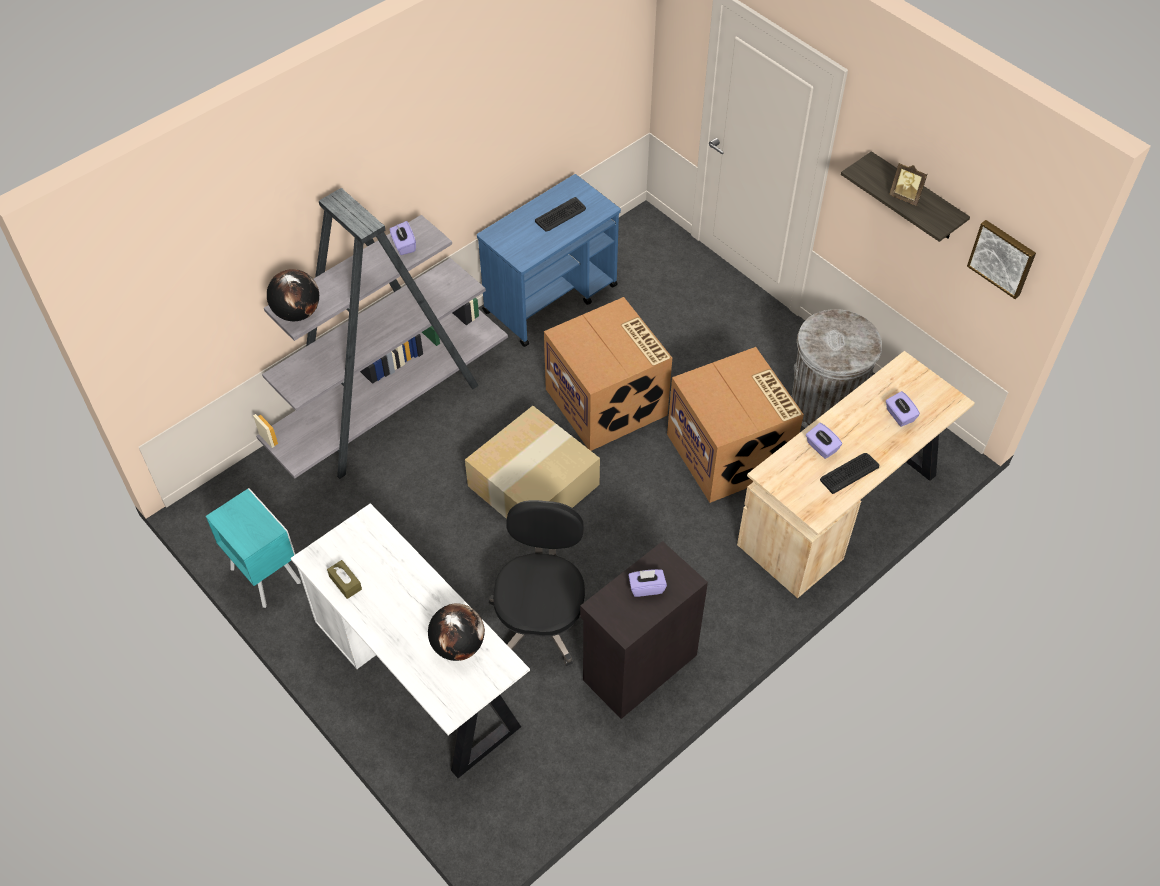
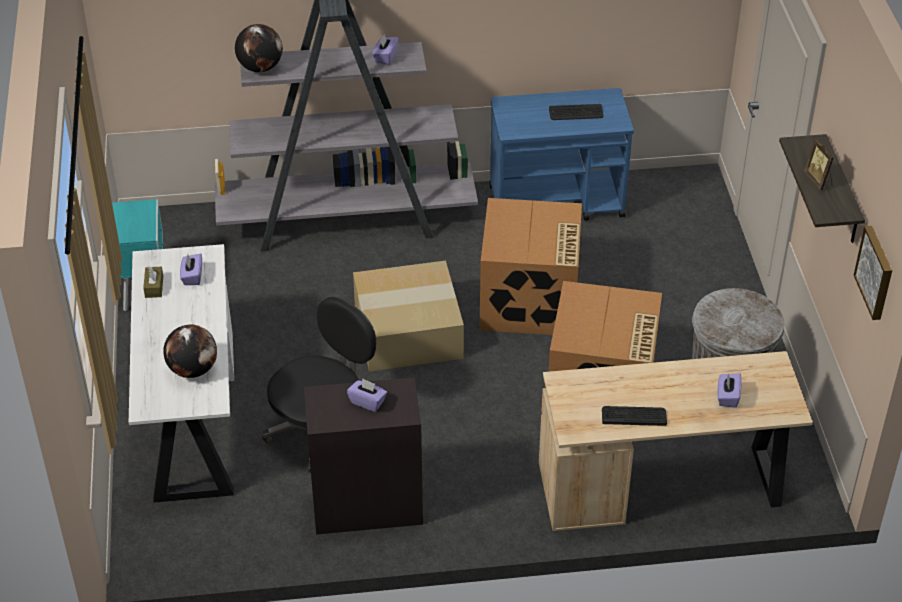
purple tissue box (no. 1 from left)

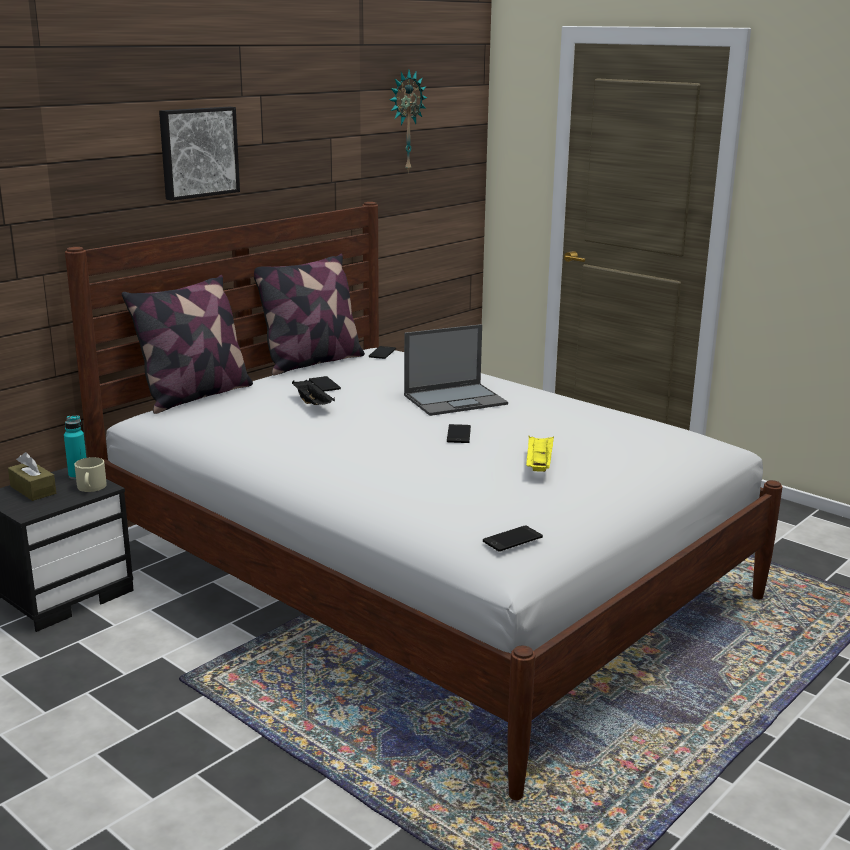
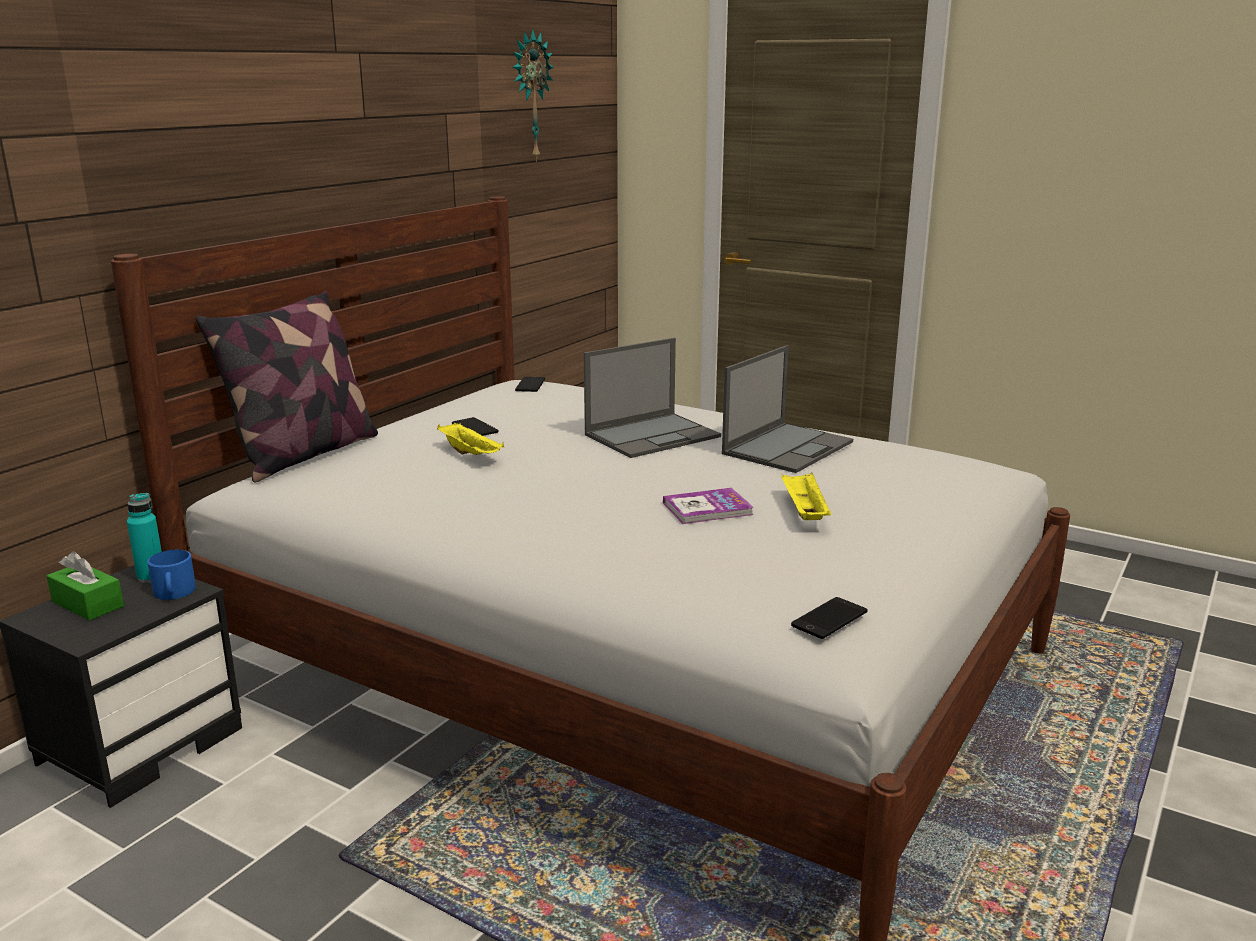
green tissue box
blue mug
yellow tray (no. 1 from left)
book
laptop (no. 2 from left)
picture
pillow (no. 2 from left in the first image)
phone (no. 3 from left in the first image)

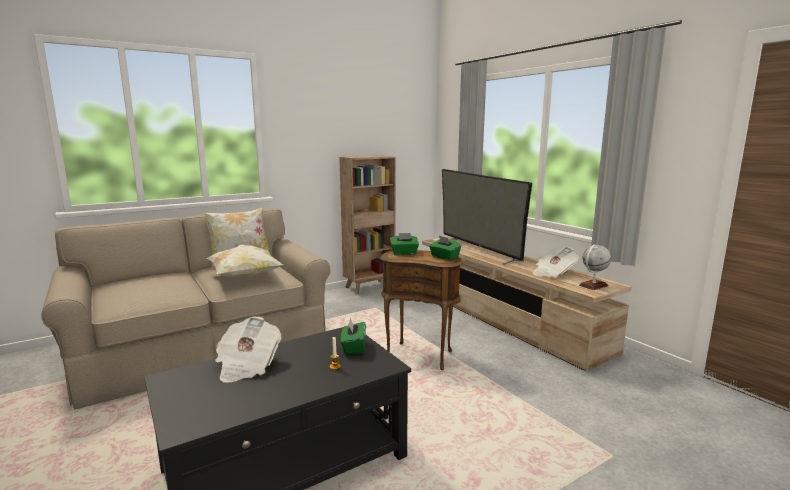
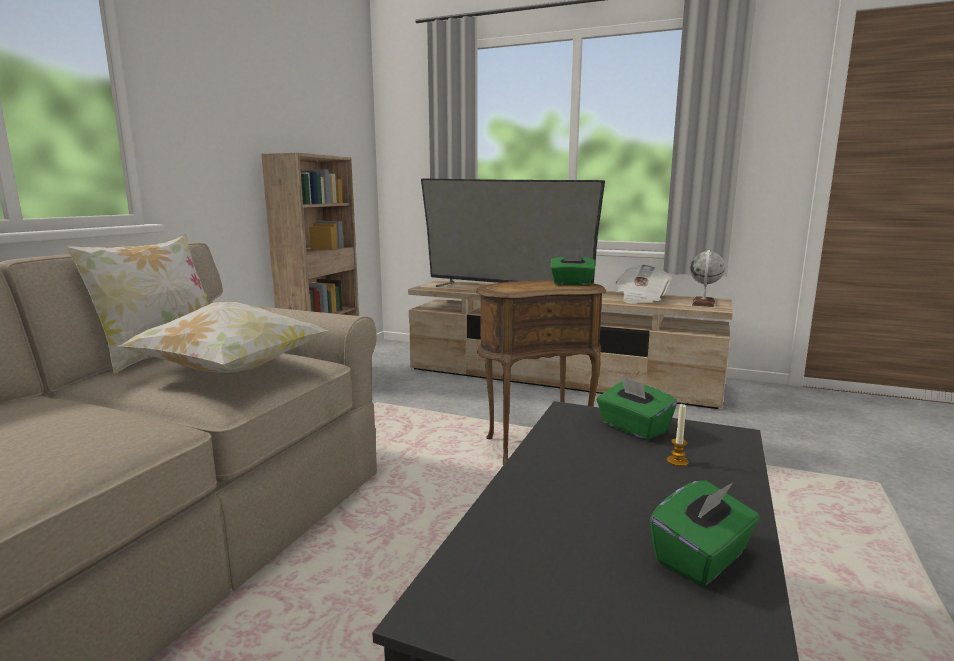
green tissue box (no. 3 from left)
newspaper (no. 1 from left in the first image)

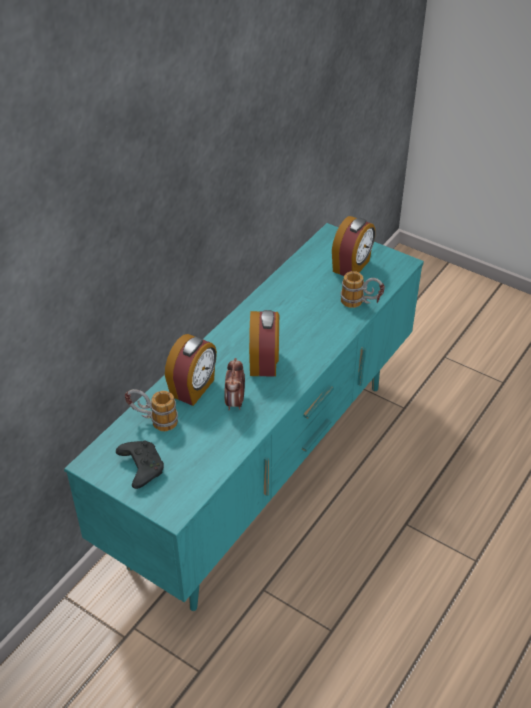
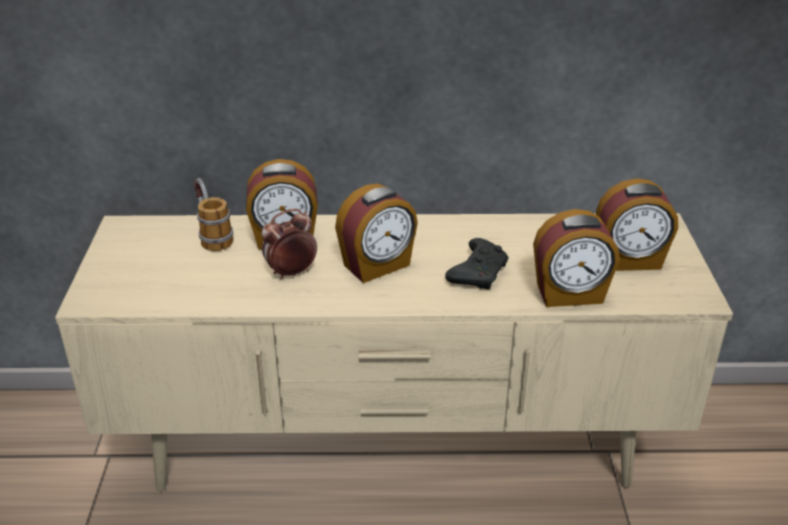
beige tv stand
black game controller
alarm clock (no. 4 from left)

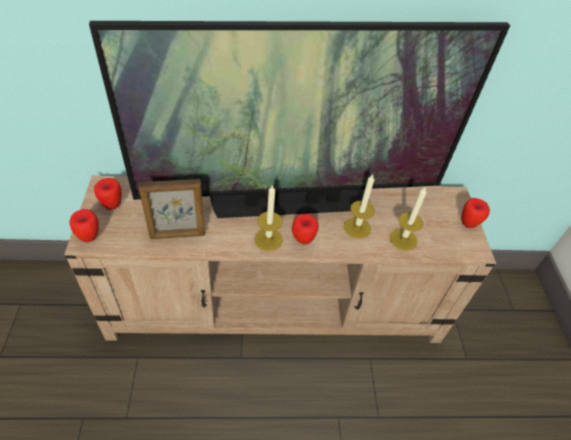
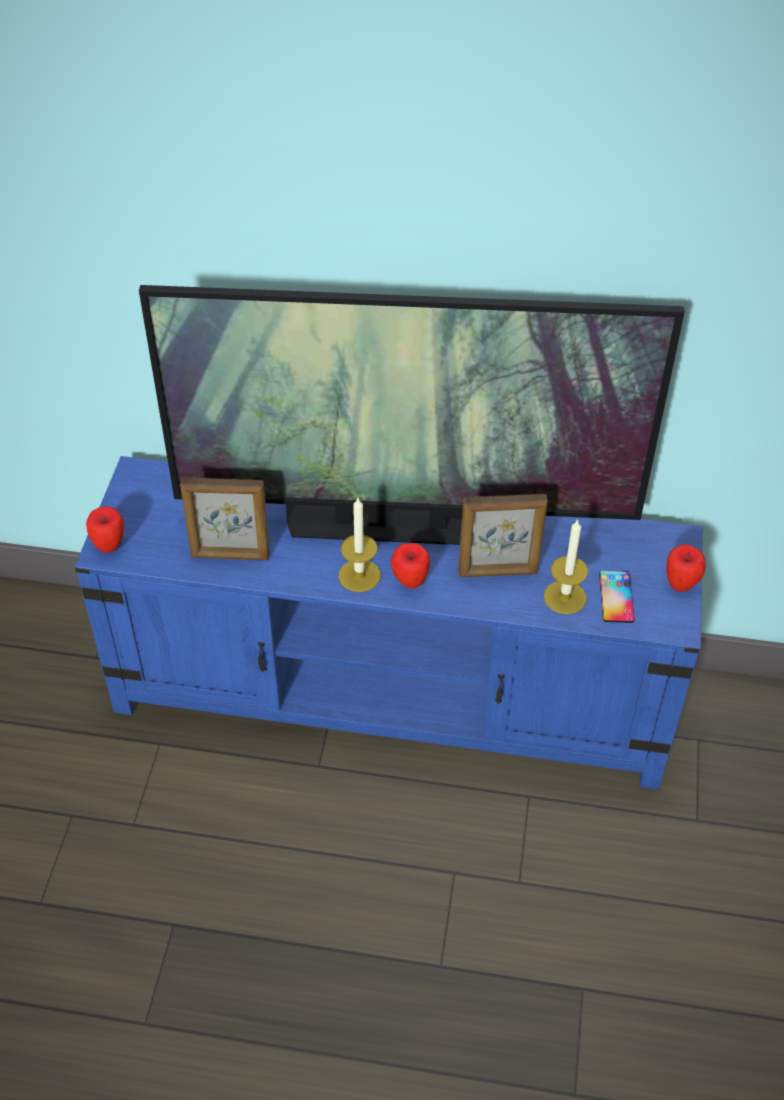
blue tv stand
picture frame (no. 2 from left)
phone
apple (no. 2 from left in the first image)

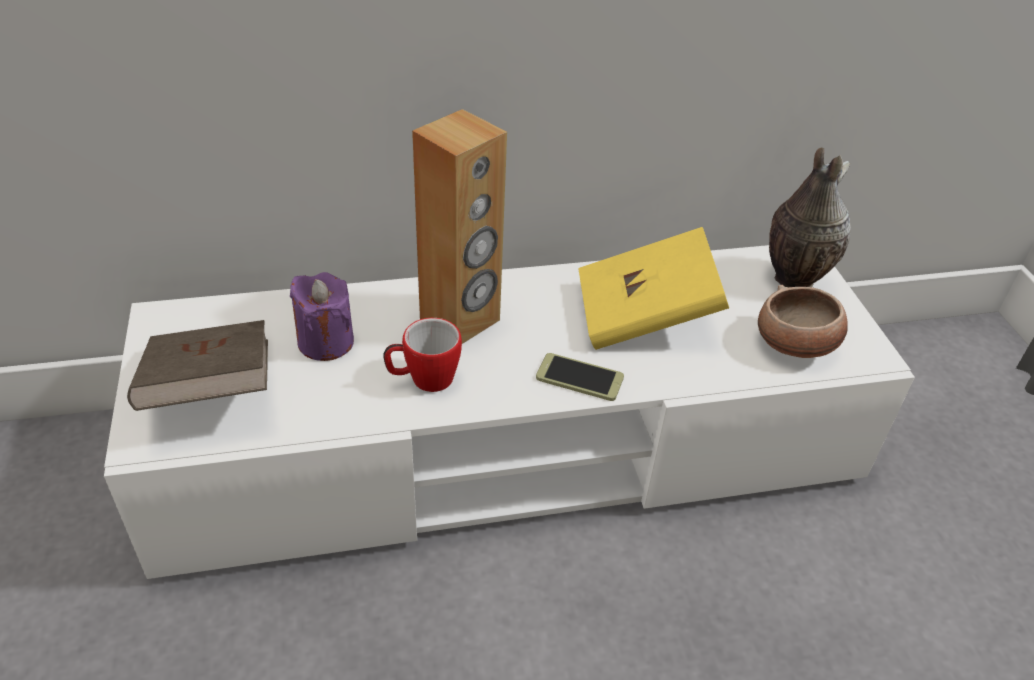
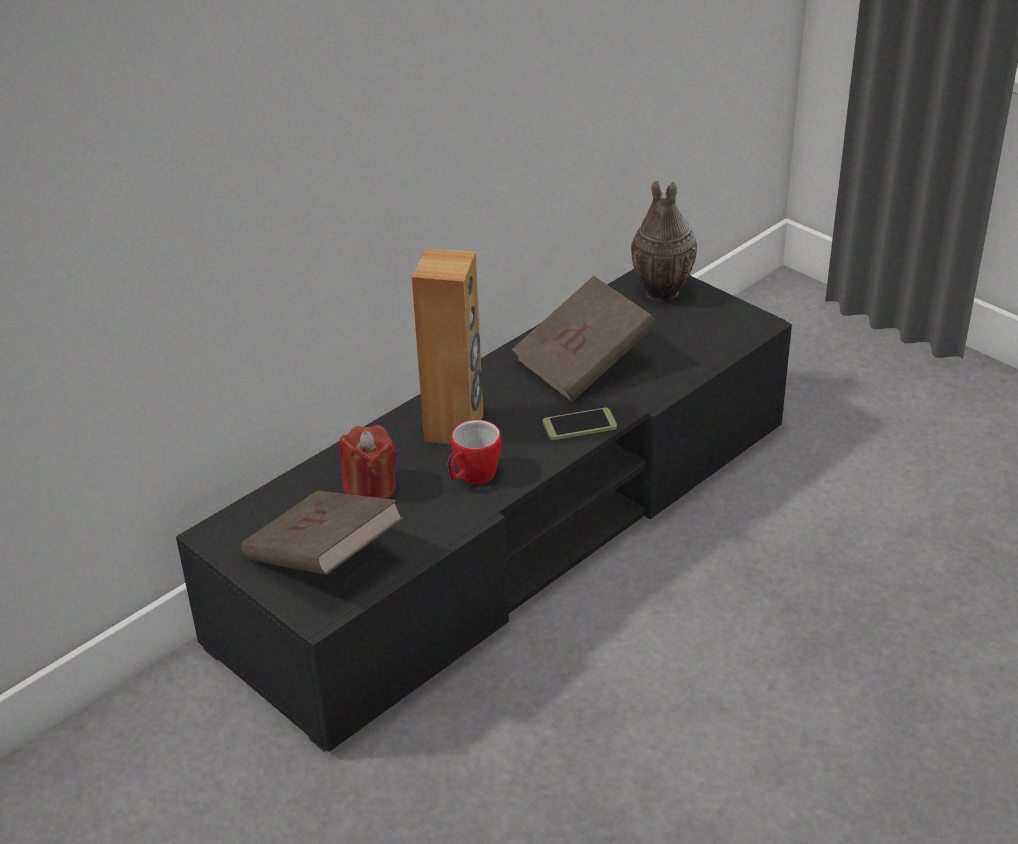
black tv stand
red candle
brown book (no. 2 from left)
bowl

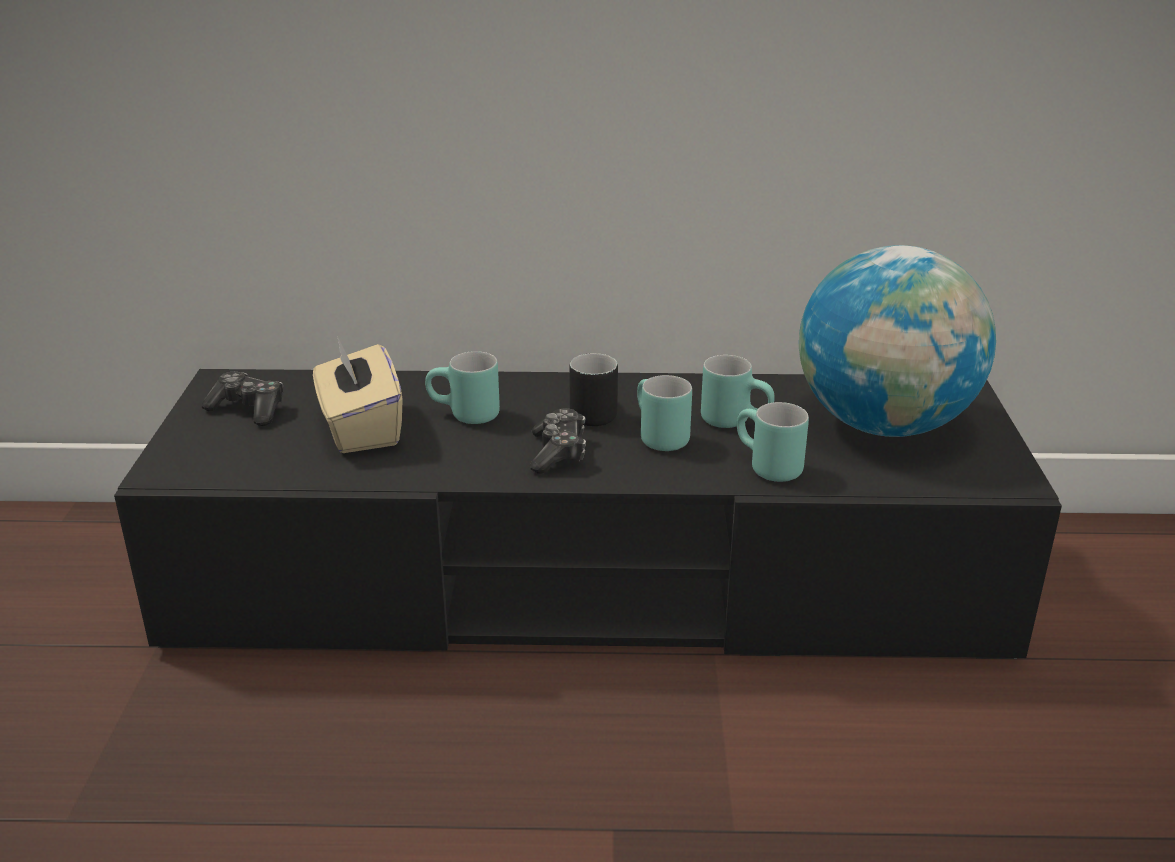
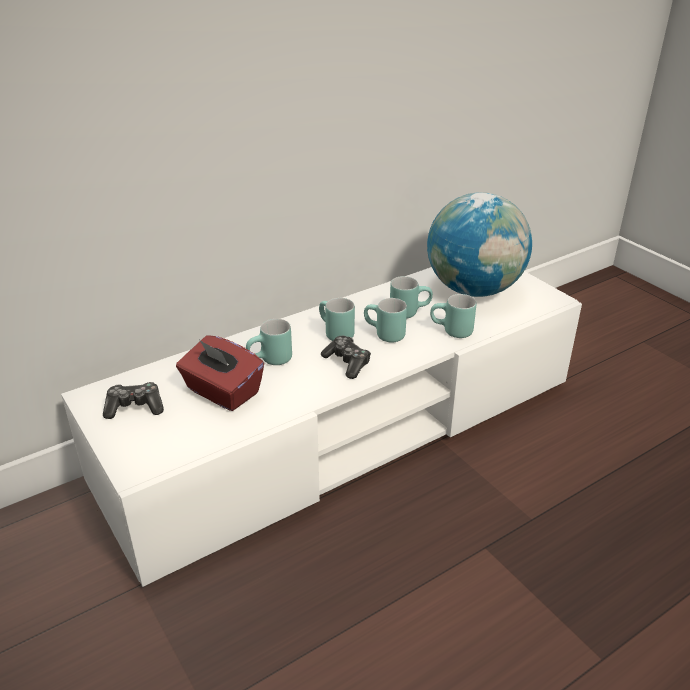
white tv stand
red tissue box
turquoise mug (no. 2 from left)

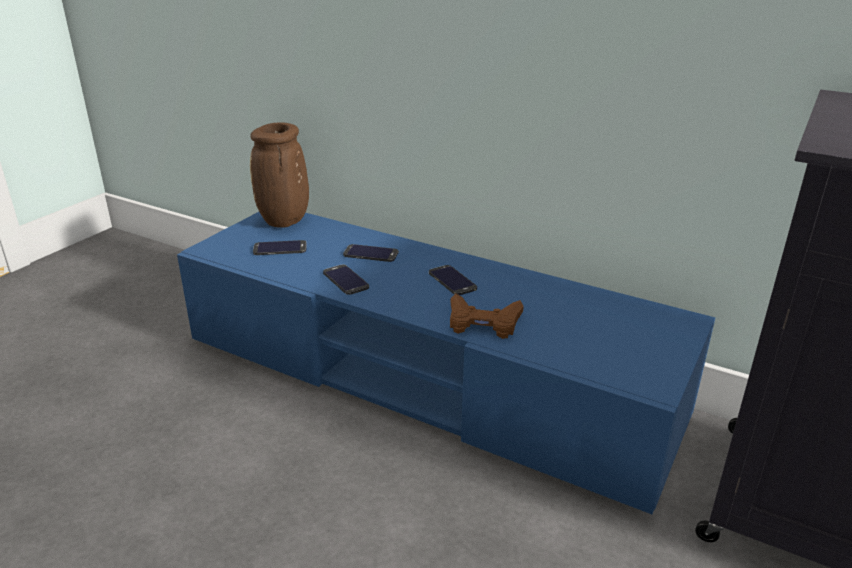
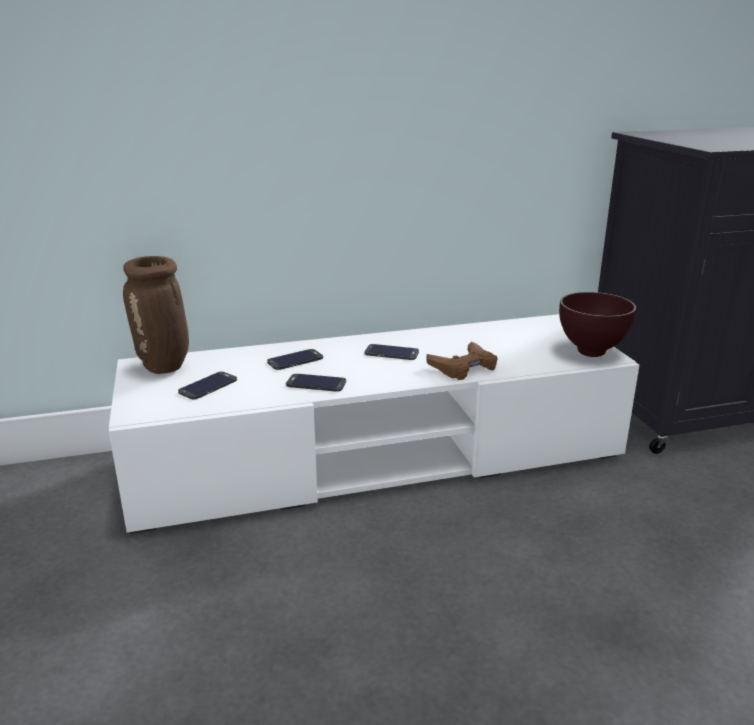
white tv stand
brown bowl

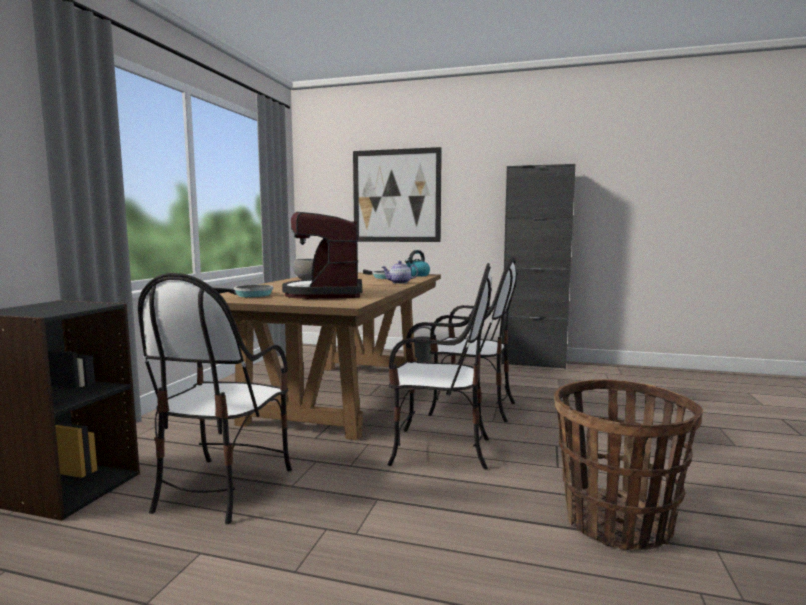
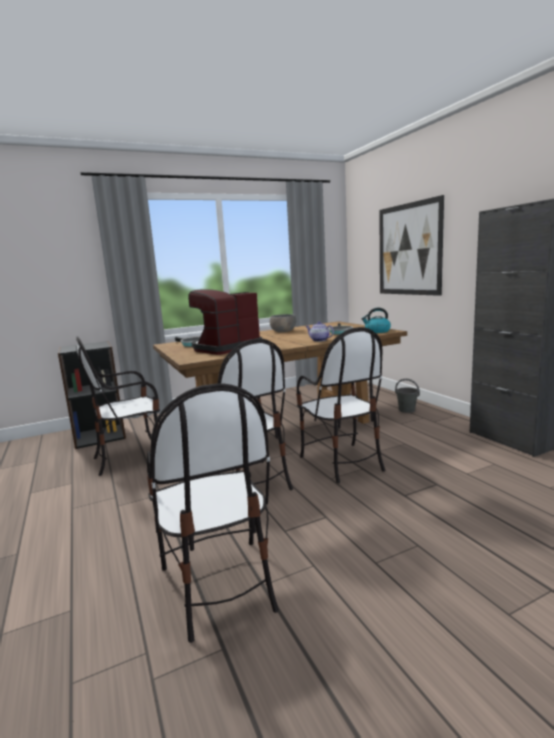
chair (no. 2 from left)

